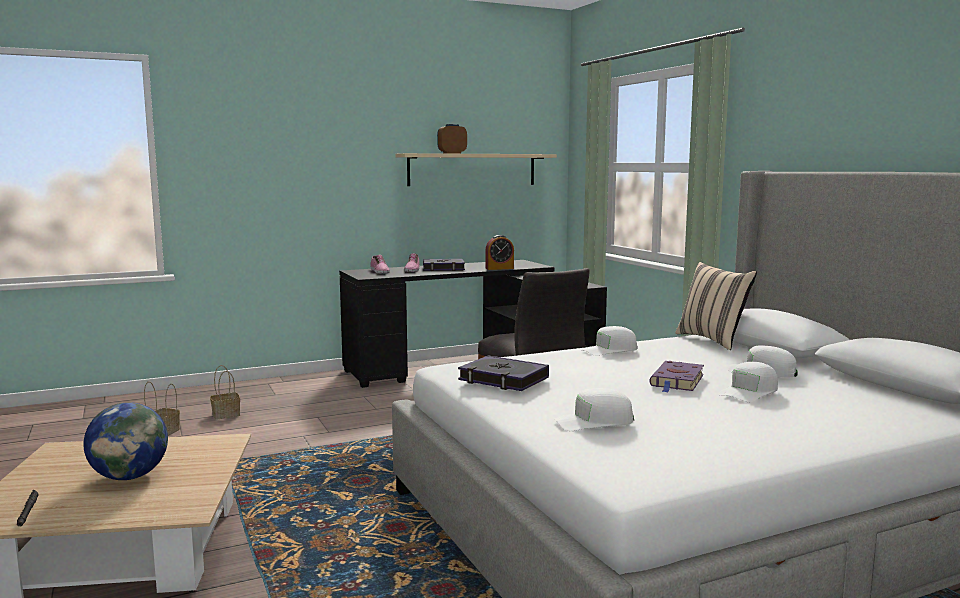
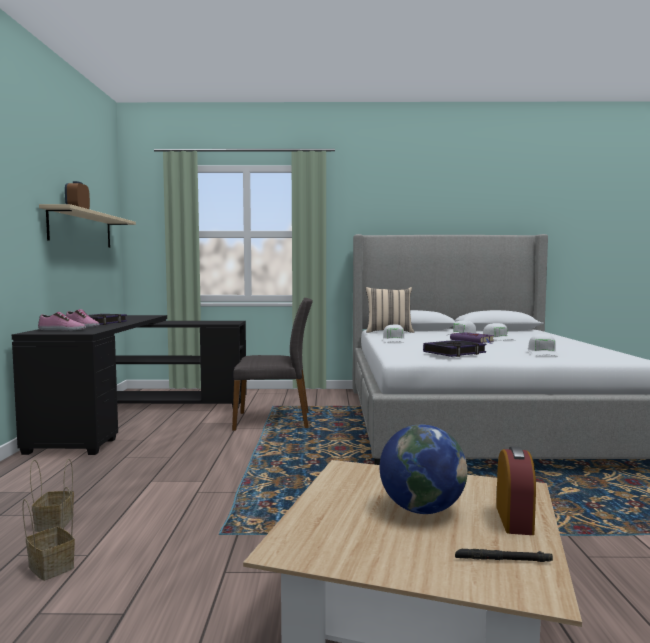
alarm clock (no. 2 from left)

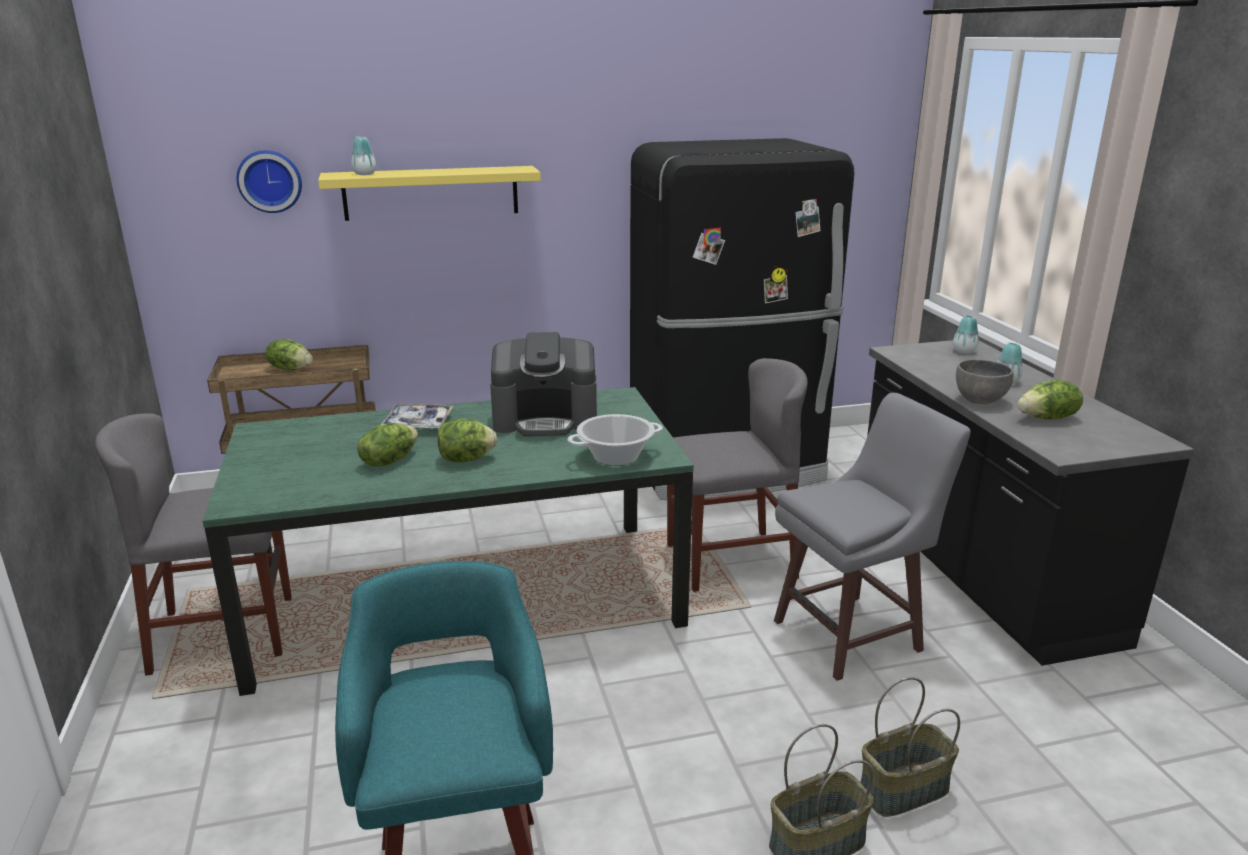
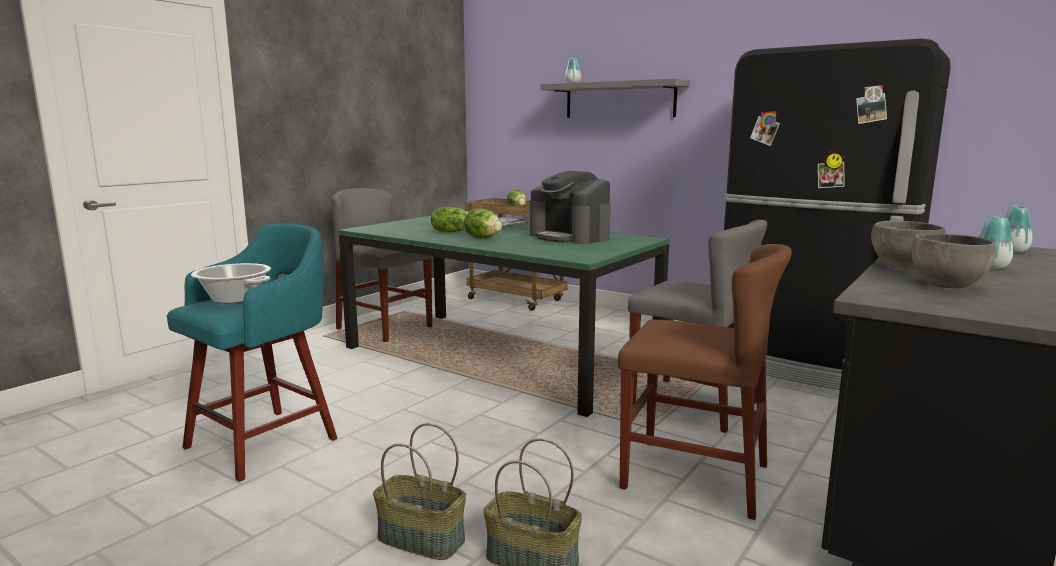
cooking pot
grey shelf
brown chair
grey bowl (no. 2 from left)
wall clock

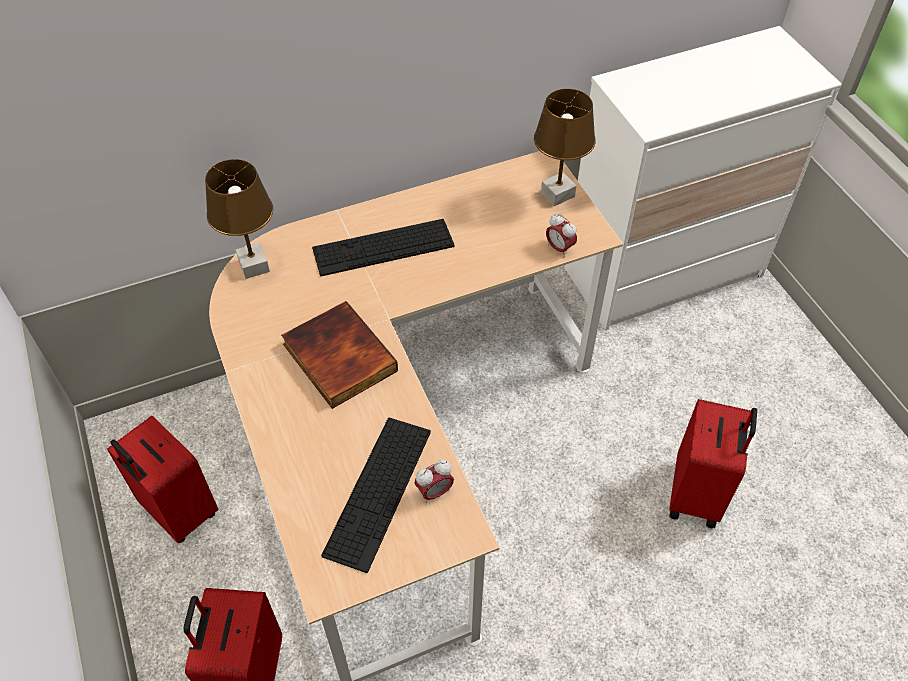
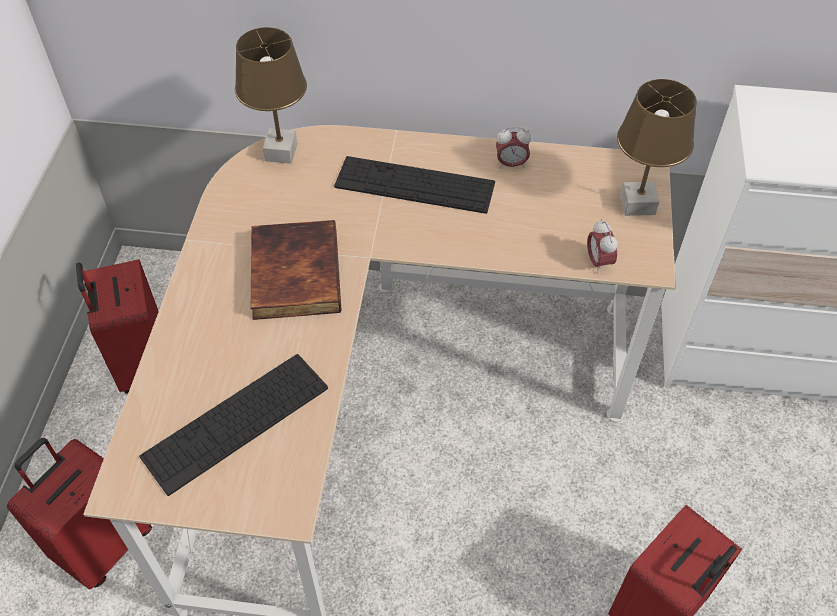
alarm clock (no. 1 from left)

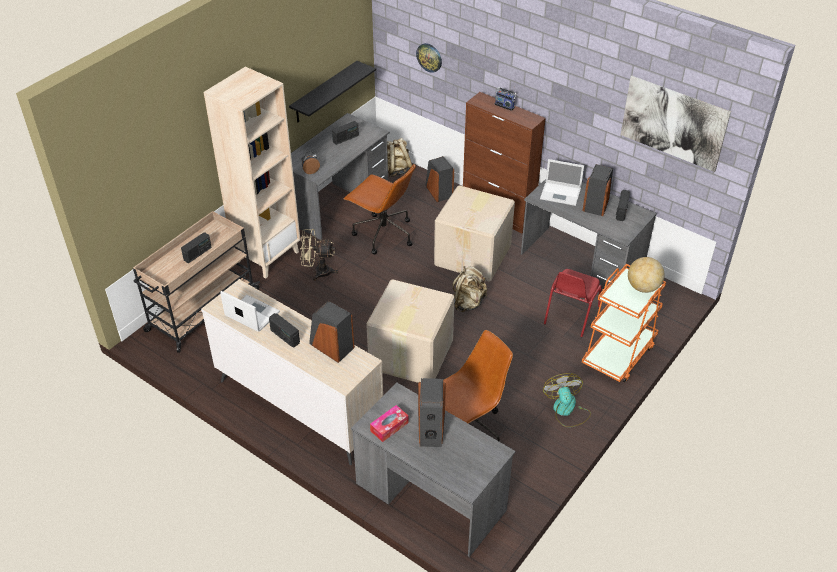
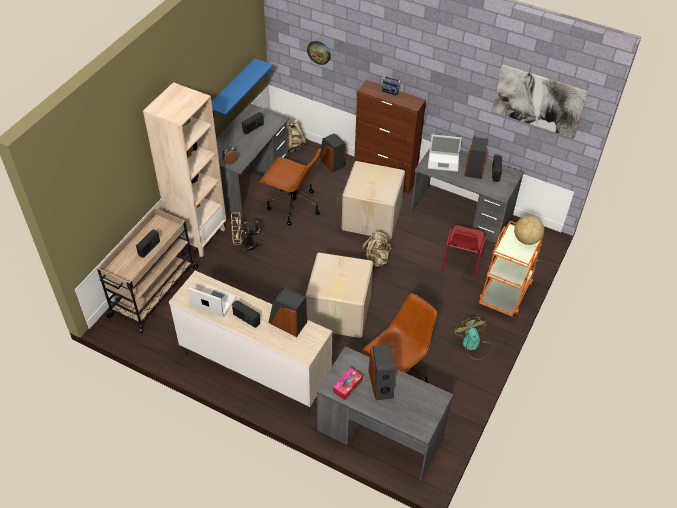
blue shelf

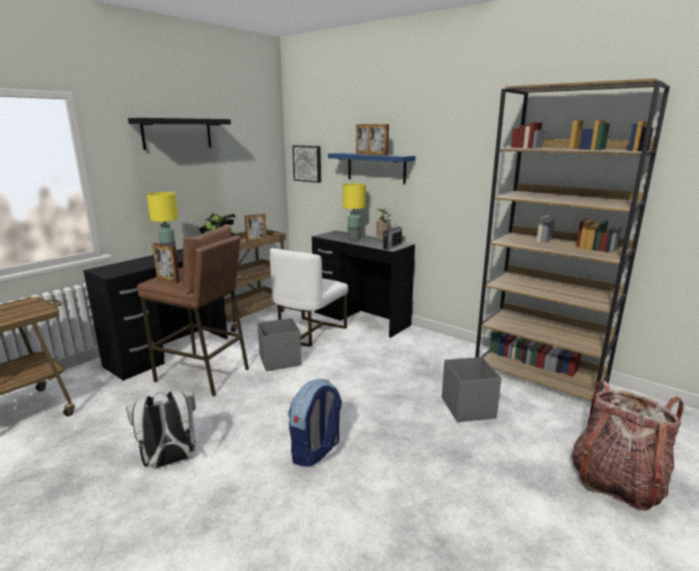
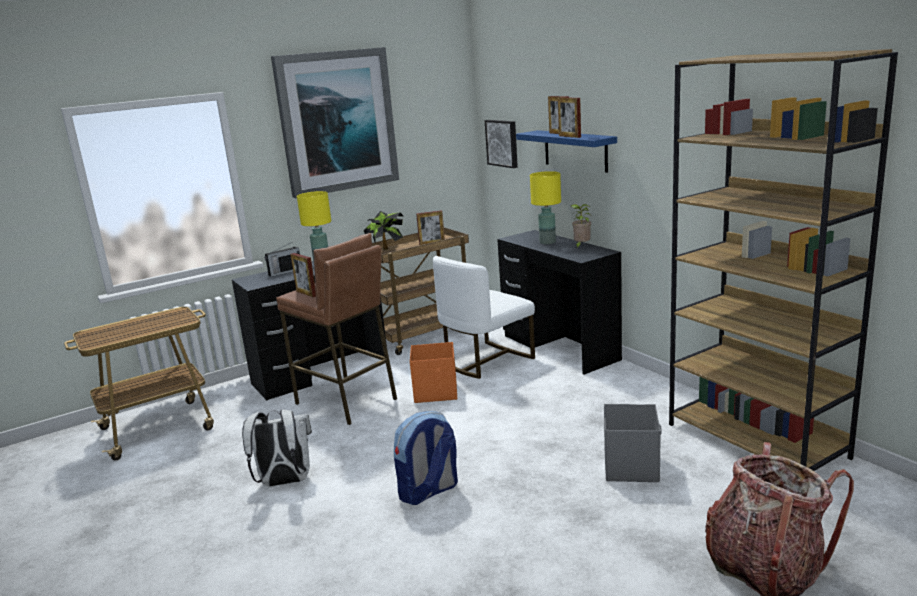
radio
picture (no. 1 from left)
orange storage box

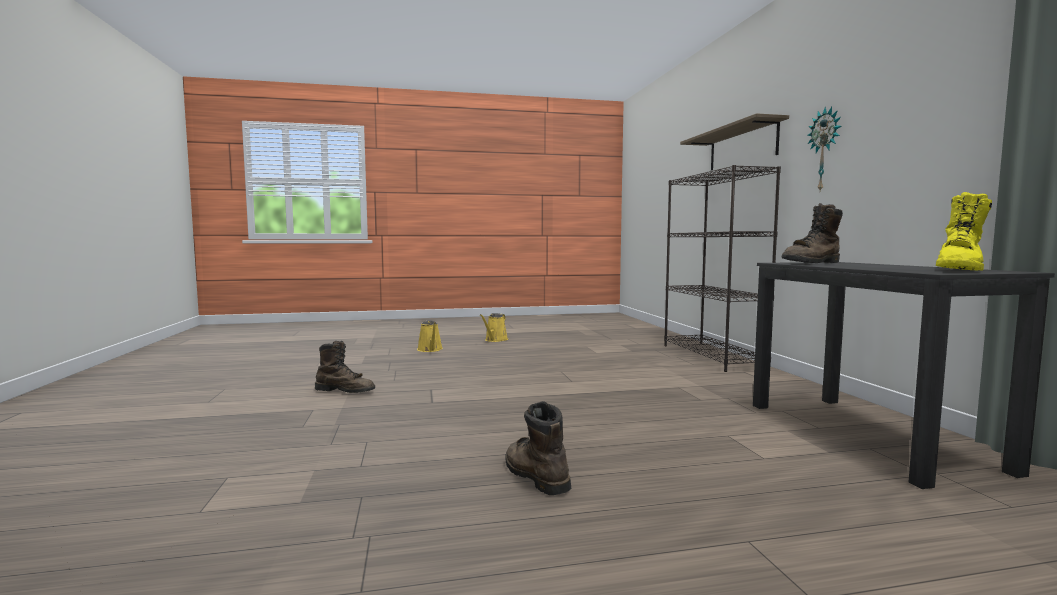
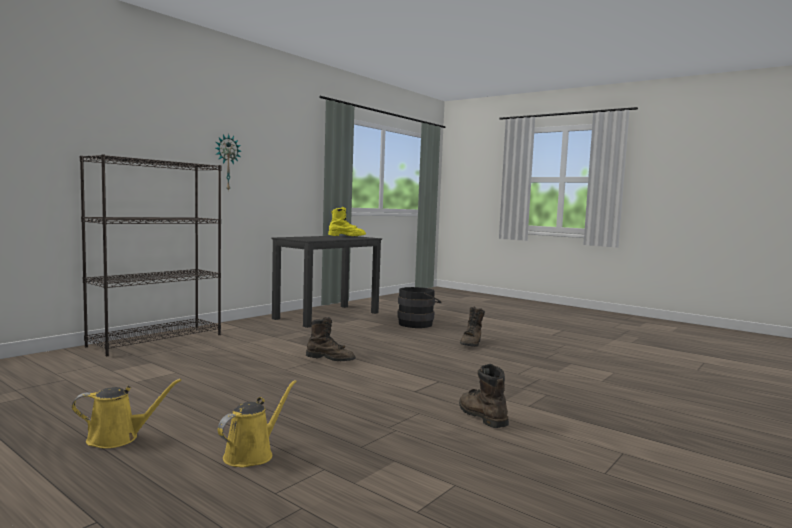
brown boot (no. 1 from left)
black bucket
shelf

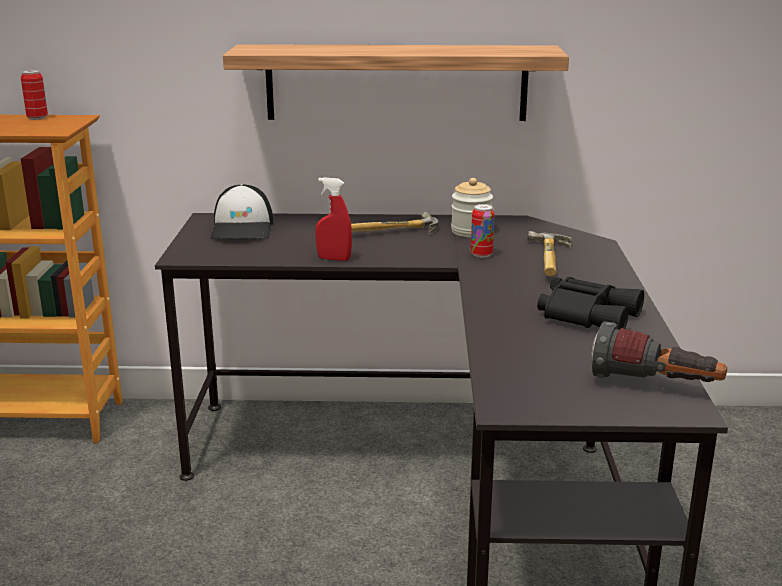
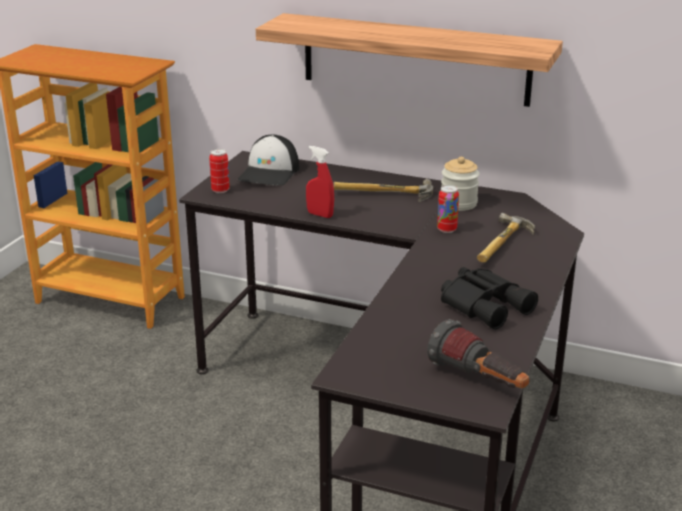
can (no. 1 from left)

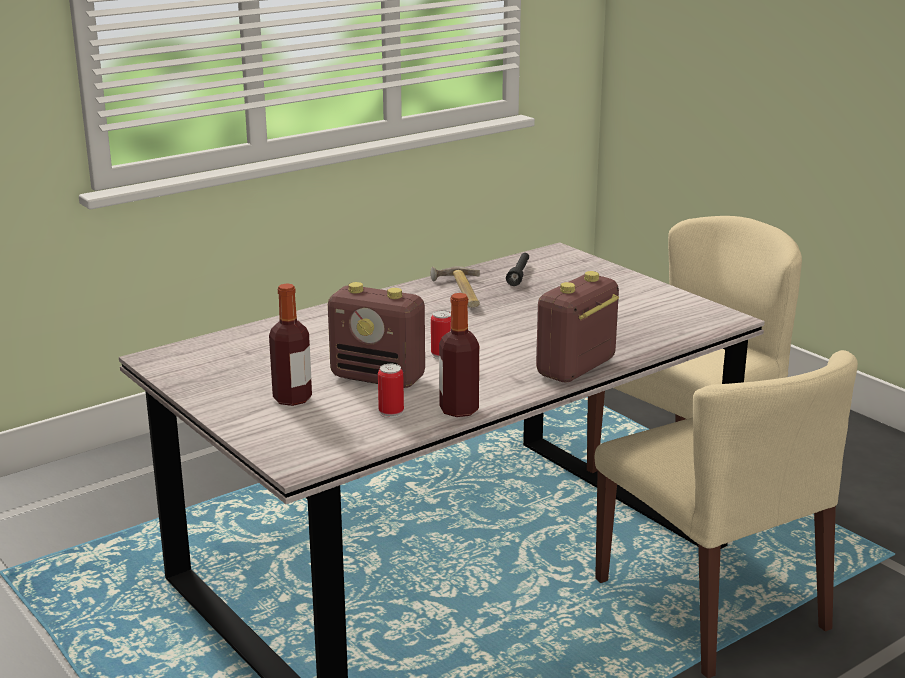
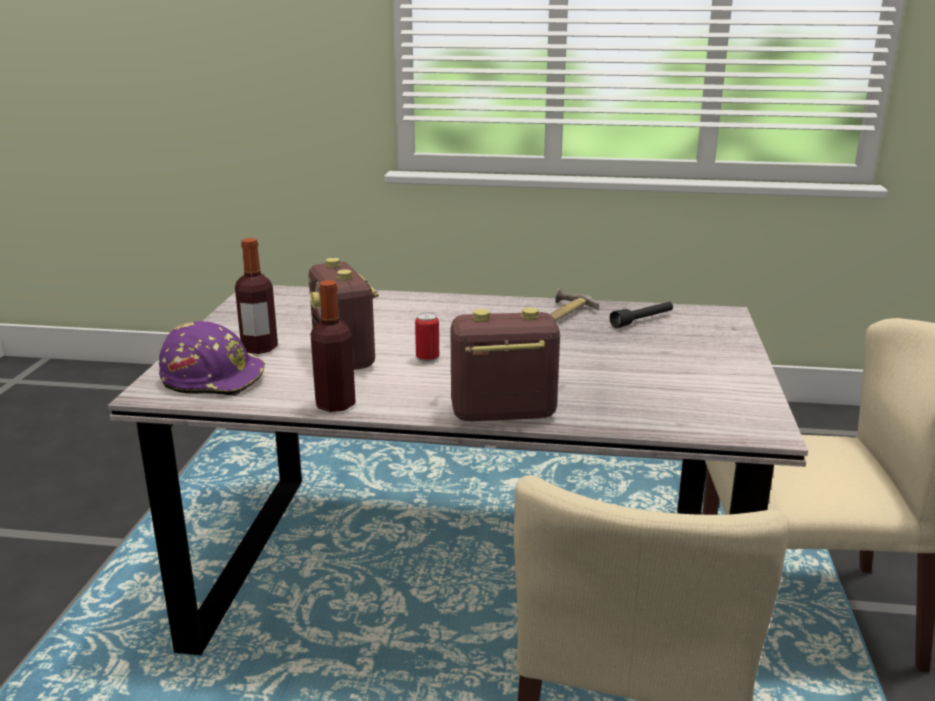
purple hard hat
can (no. 1 from left in the first image)

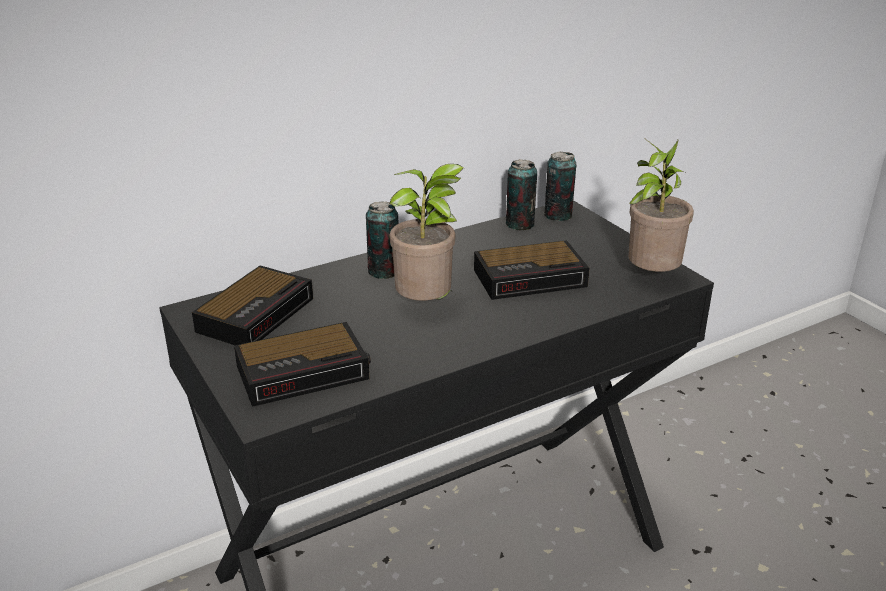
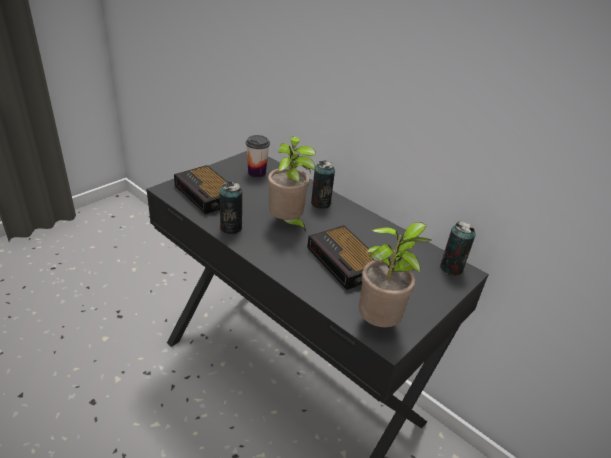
can (no. 1 from left)
cup

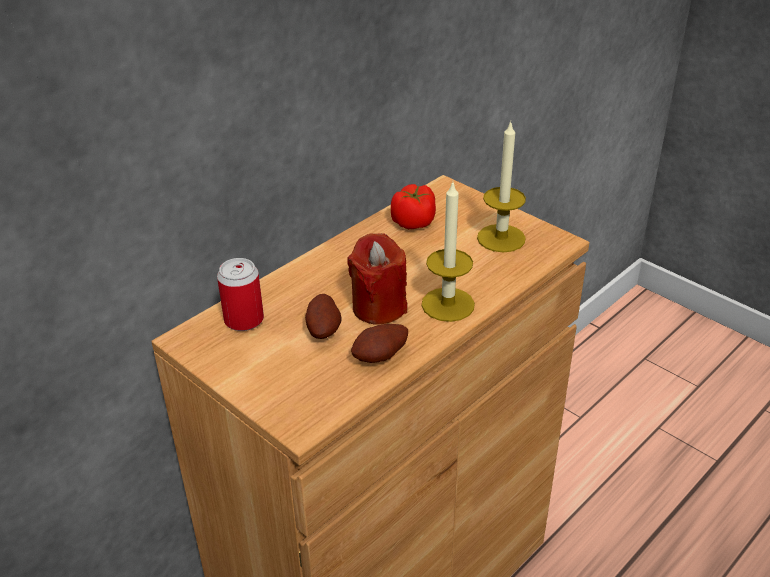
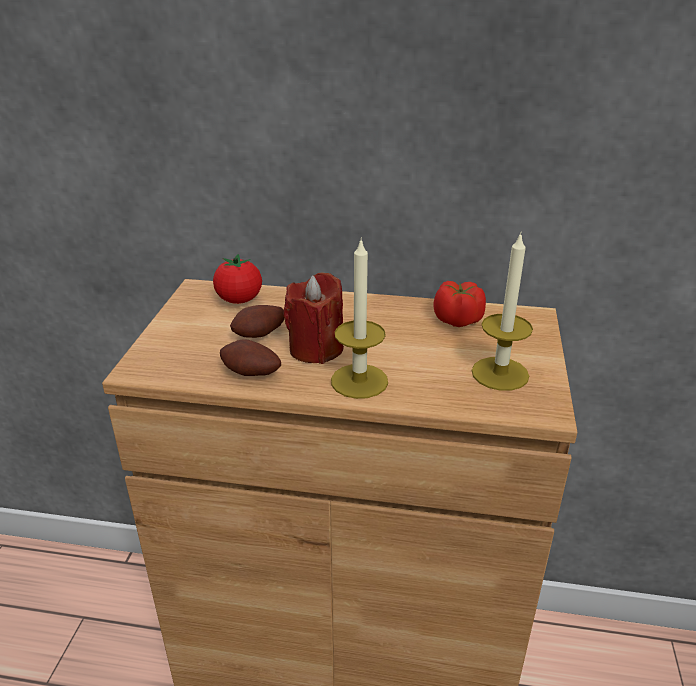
tomato (no. 1 from left)

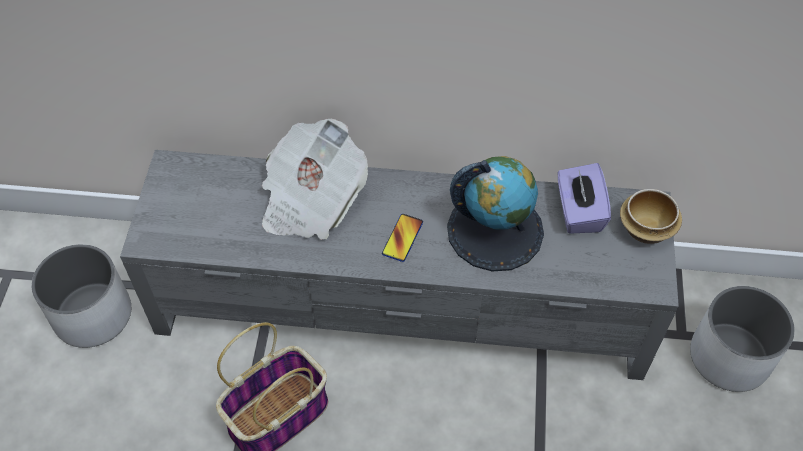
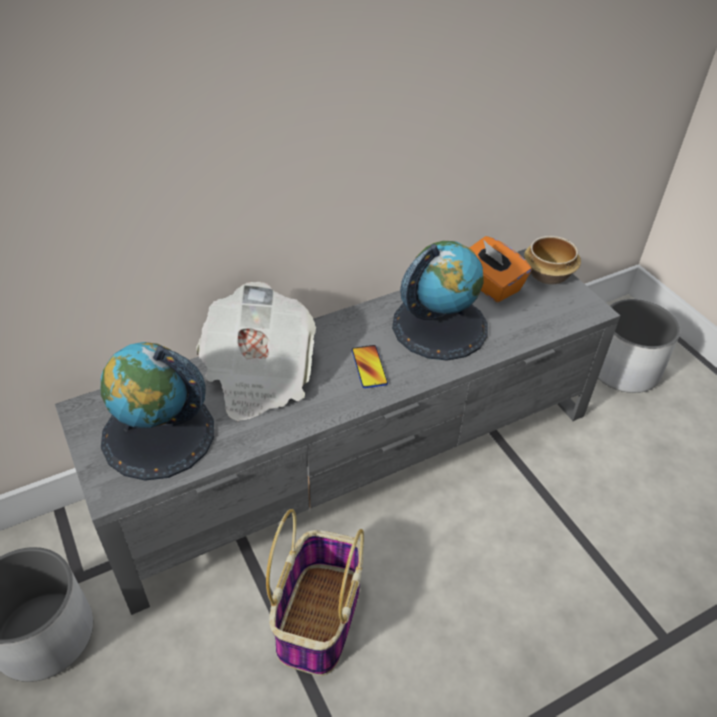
globe (no. 1 from left)
orange tissue box

